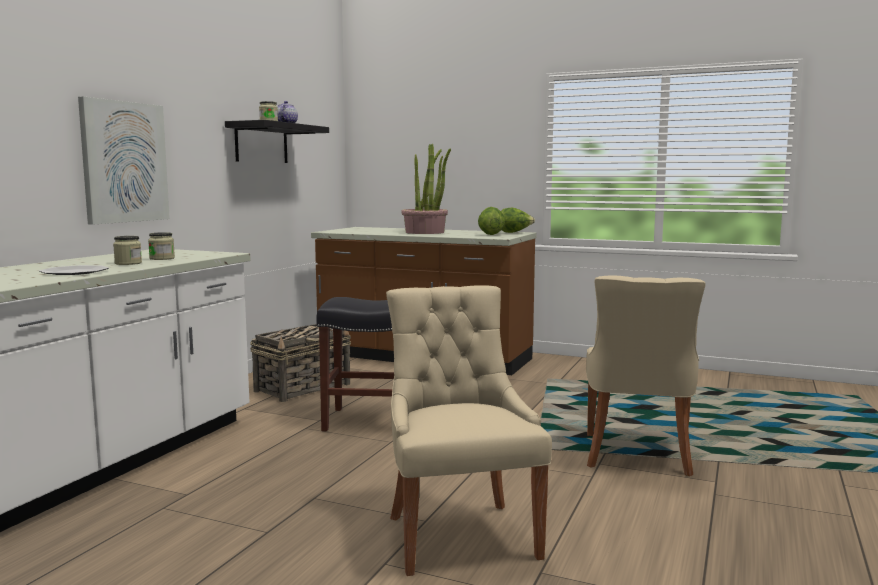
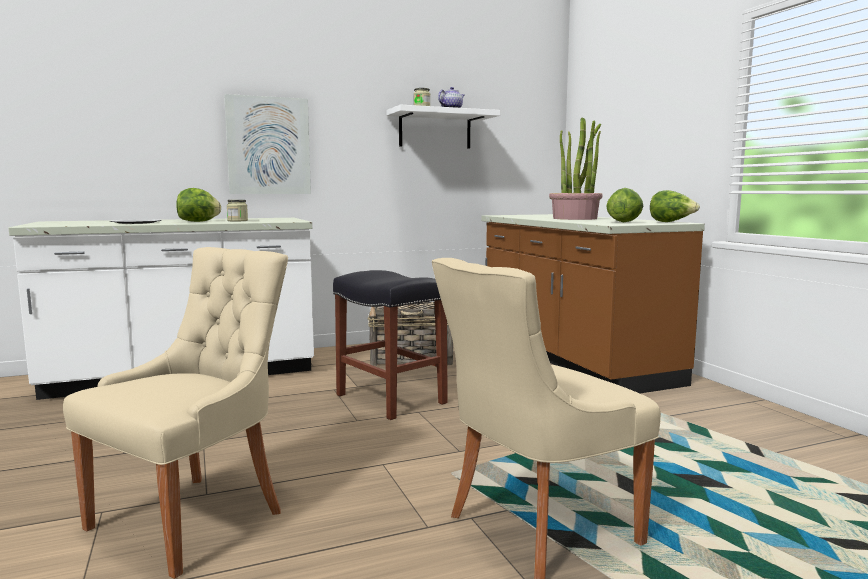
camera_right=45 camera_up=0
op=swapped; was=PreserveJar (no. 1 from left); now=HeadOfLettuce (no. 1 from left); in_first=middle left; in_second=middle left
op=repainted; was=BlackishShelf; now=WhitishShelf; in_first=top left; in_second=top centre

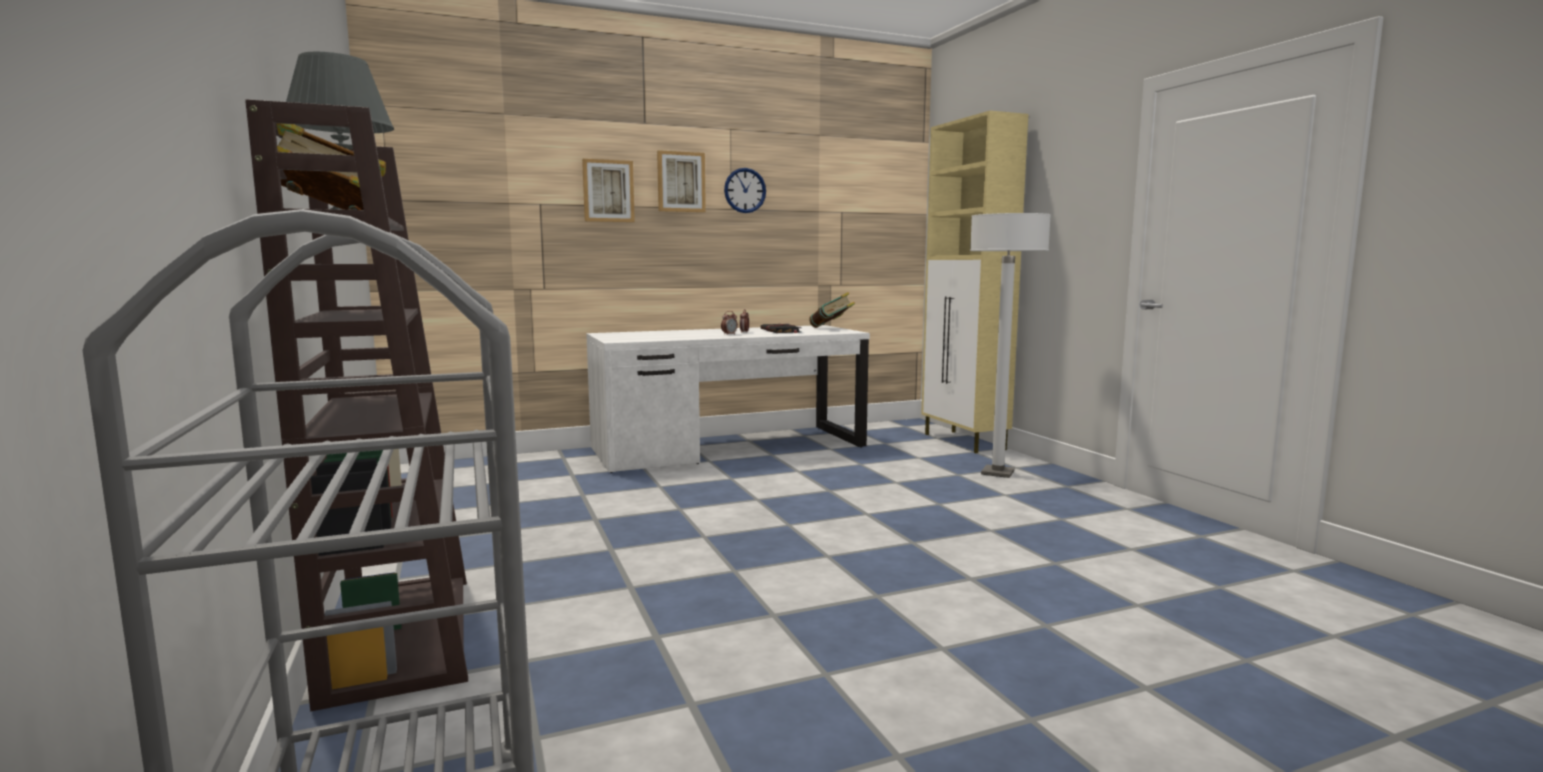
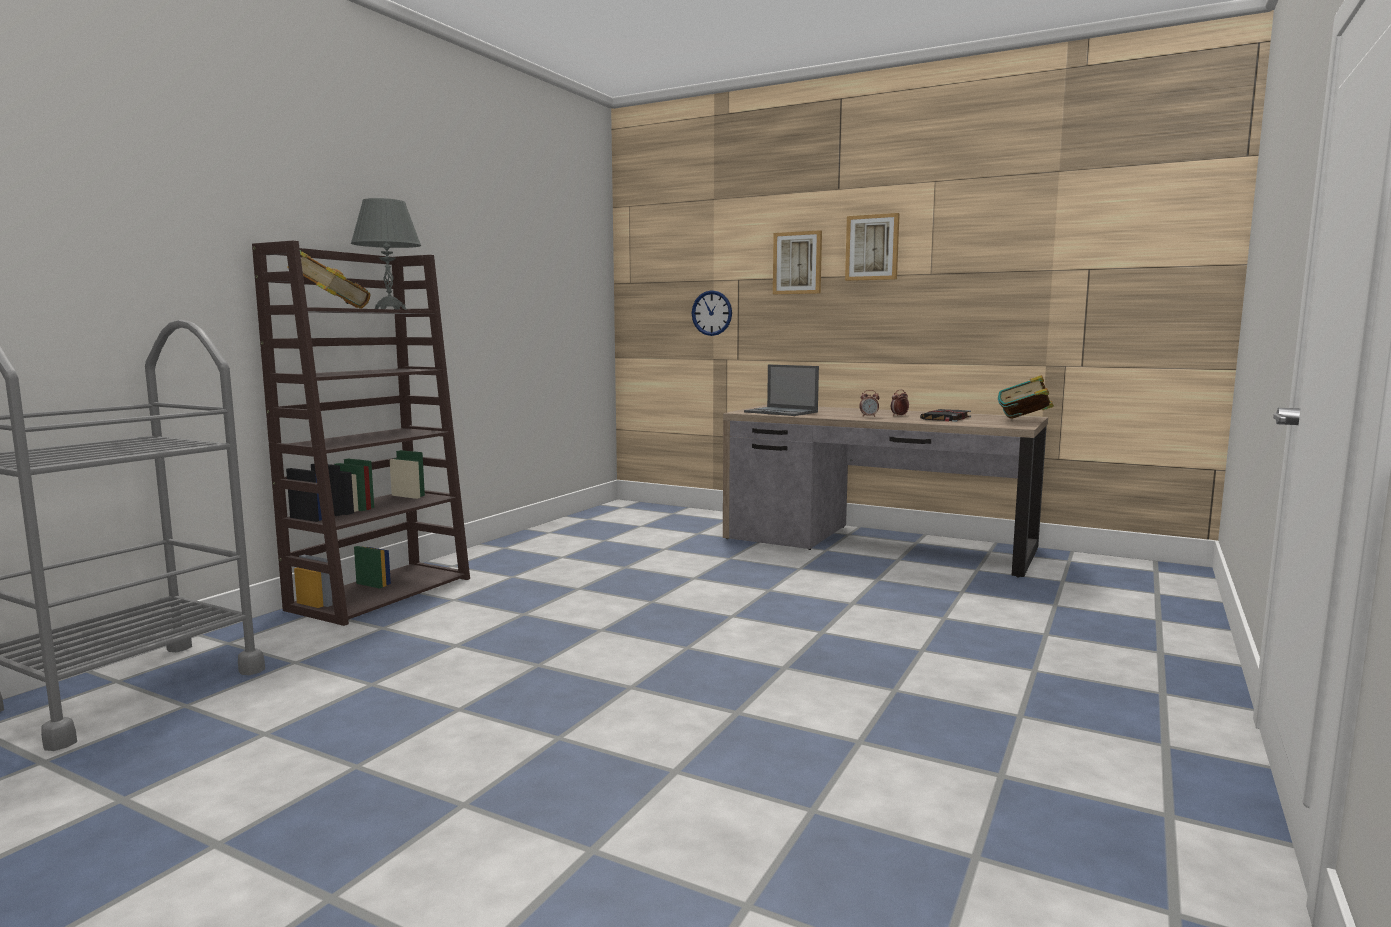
camera_right=50 camera_up=0
op=shifted; was=ClockOnTheWall; in_first=top centre; in_second=centre
op=repainted; was=WhitishDesk; now=BrownDesk; in_first=centre; in_second=centre
op=new; now=Laptop; in_second=centre
op=gone; was=BeigeColouredCabinet; in_first=centre
op=gone; was=WhitishStandardLamp; in_first=centre

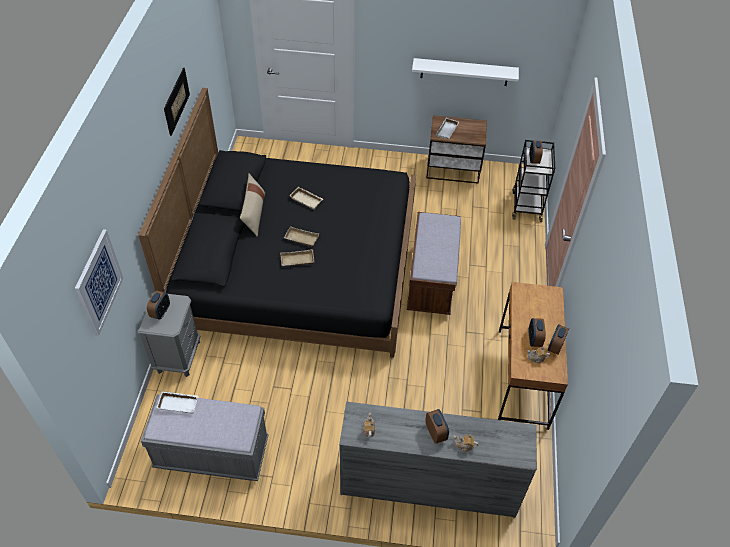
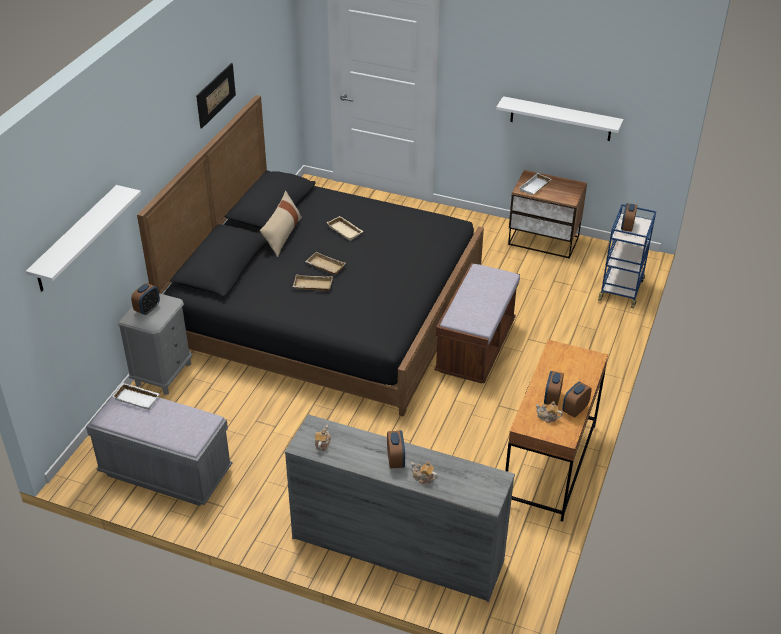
camera_right=15 camera_up=-10
op=swapped; was=Picture (no. 1 from left); now=WhitishShelf (no. 1 from left); in_first=middle left; in_second=middle left
op=repainted; was=BlackishWheeledCart; now=BluishWheeledCart; in_first=top right; in_second=middle right

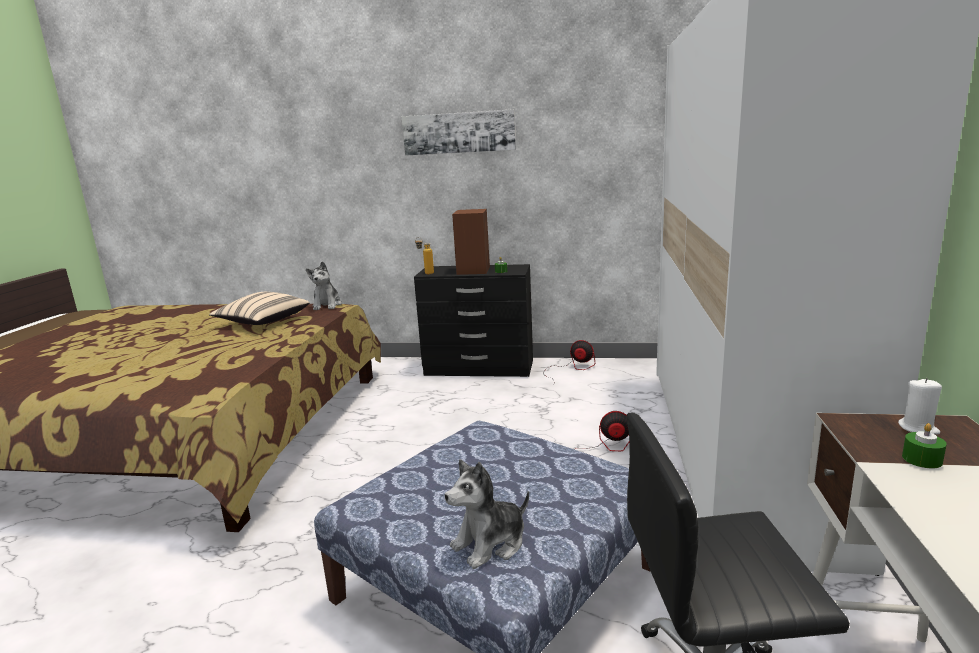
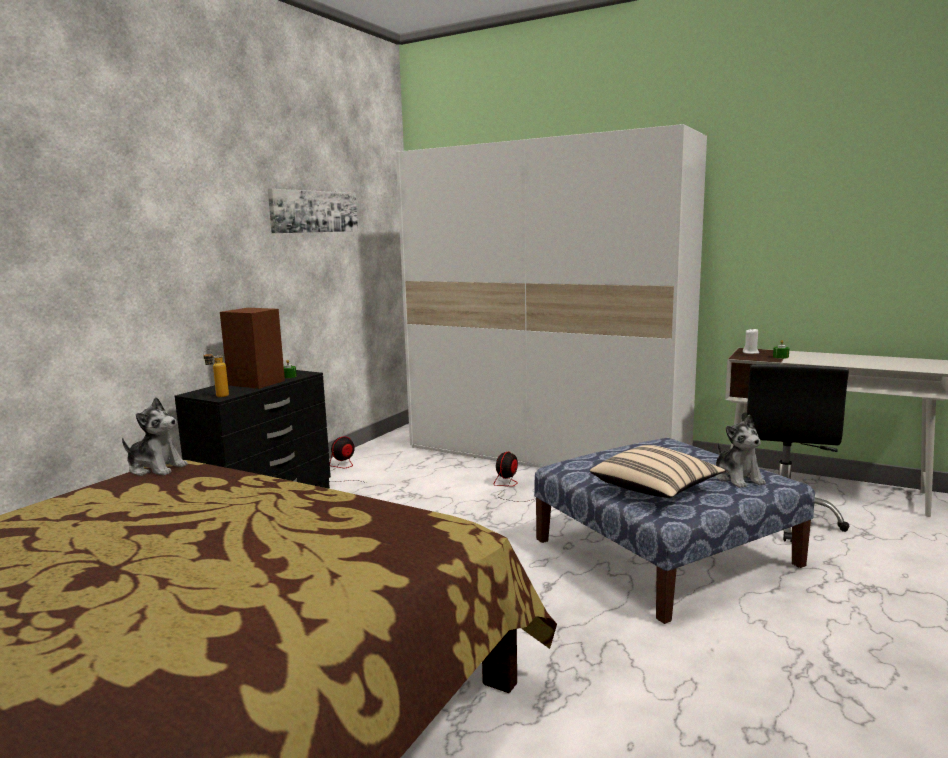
camera_right=-70 camera_up=-5
op=shifted; was=Picture; in_first=top centre; in_second=top left
op=shifted; was=BeigeColouredThrowPillow; in_first=middle left; in_second=middle right

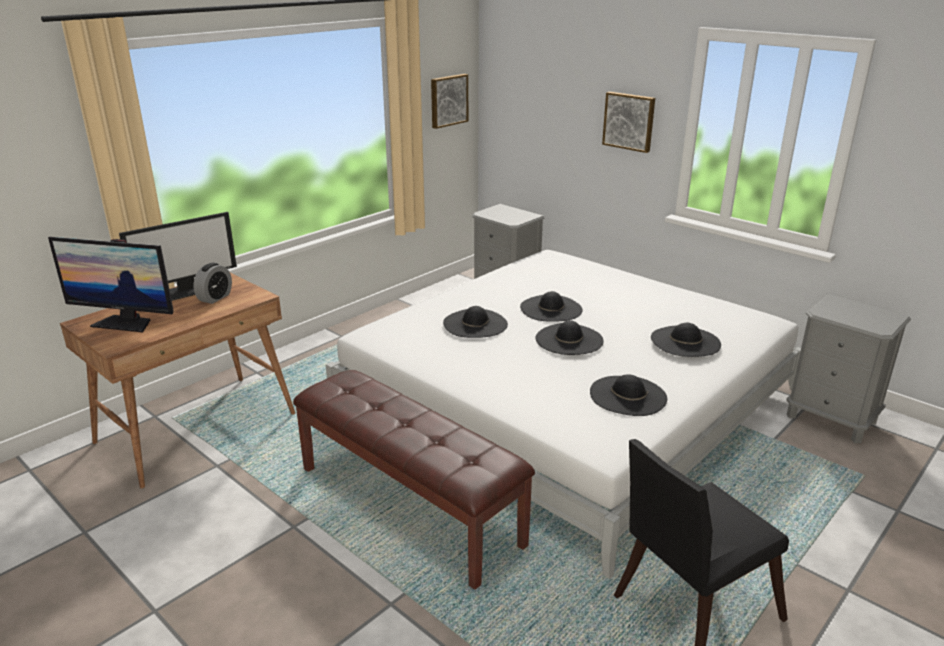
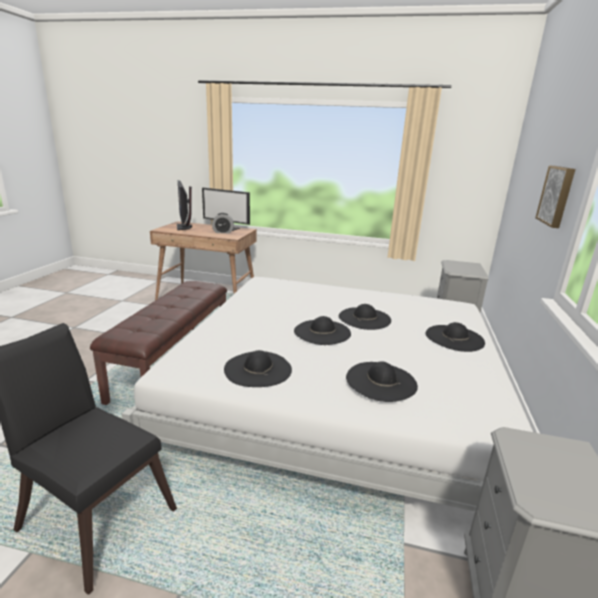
camera_right=60 camera_up=-5
op=shifted; was=BlackishClothingHat (no. 1 from left in the first image); now=BlackishClothingHat (no. 5 from left); in_first=centre; in_second=middle right
op=gone; was=Picture (no. 1 from left); in_first=top centre

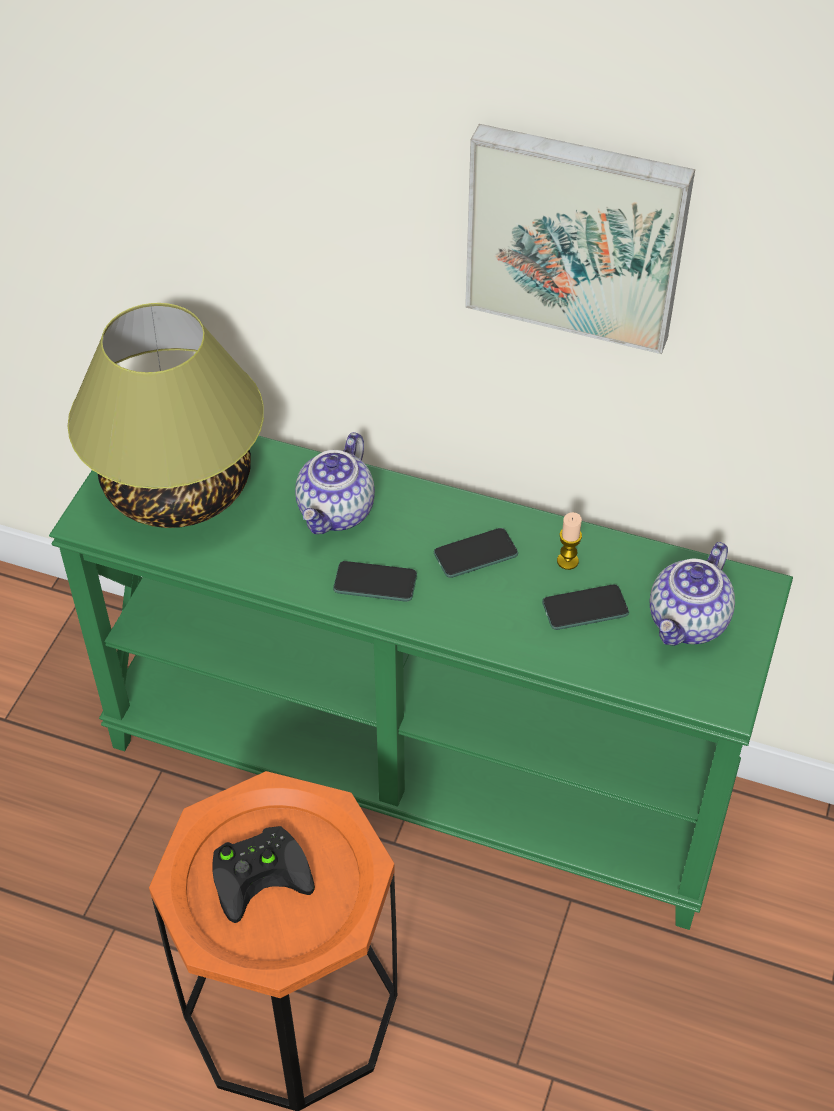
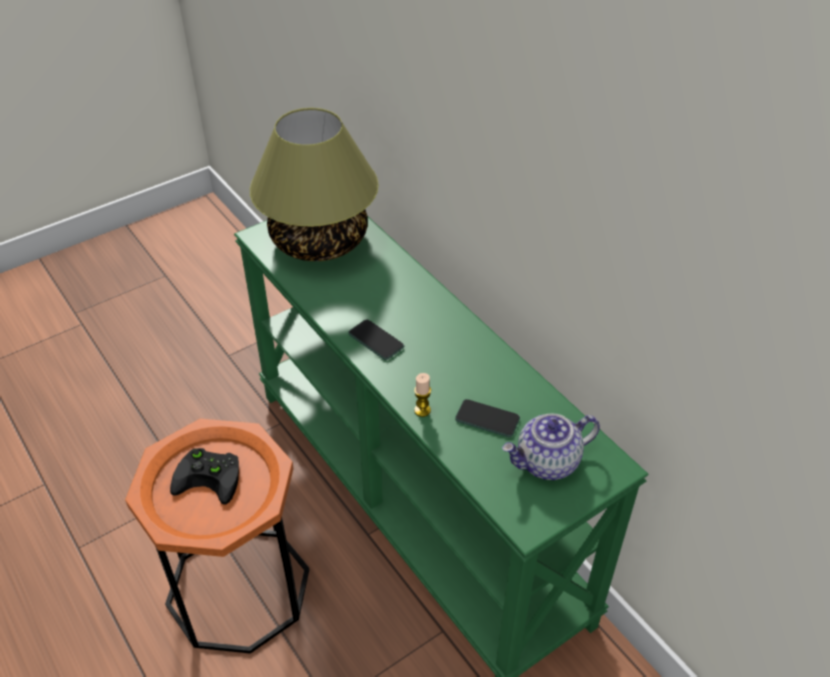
camera_right=35 camera_up=-5
op=shifted; was=Candle; in_first=middle right; in_second=centre
op=gone; was=PotForTea (no. 1 from left); in_first=centre
op=gone; was=Telephone (no. 2 from left); in_first=centre
op=gone; was=Picture; in_first=top right

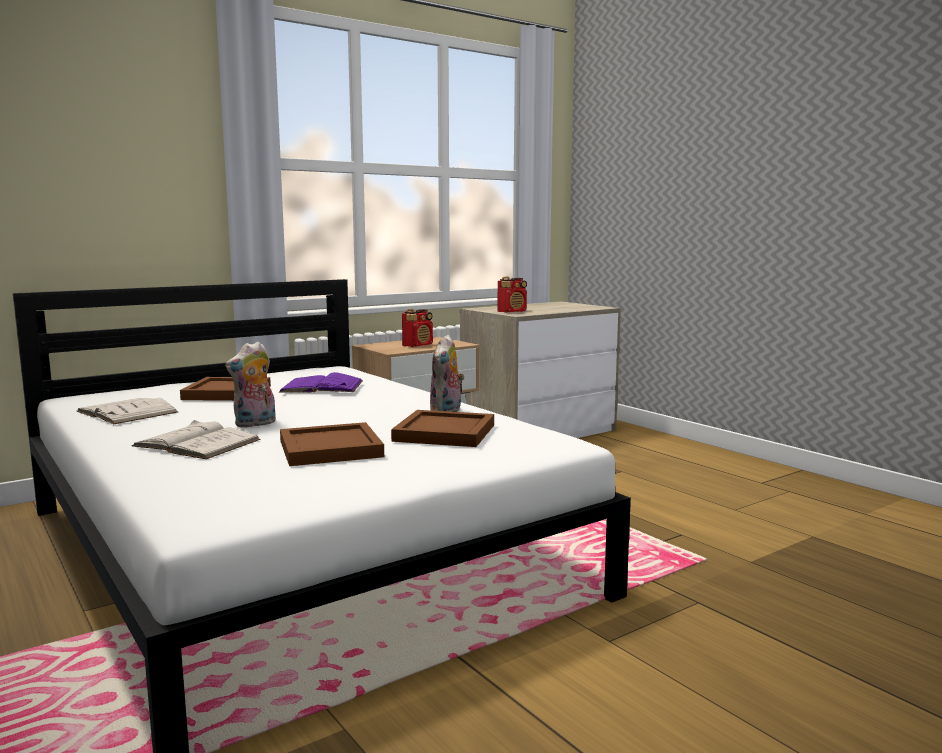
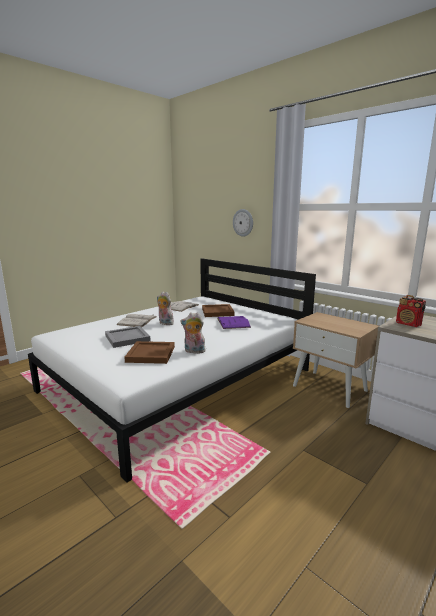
camera_right=80 camera_up=5
op=repainted; was=BrownServingTray (no. 2 from left); now=GreyishServingTray; in_first=centre; in_second=middle left
op=new; now=ClockOnTheWall; in_second=centre
op=gone; was=Radio (no. 1 from left); in_first=centre

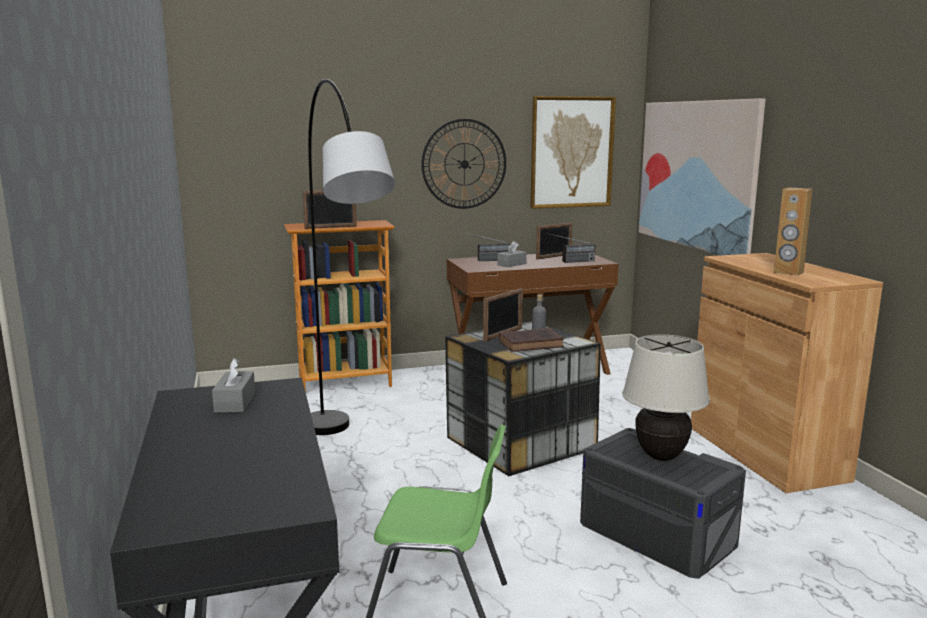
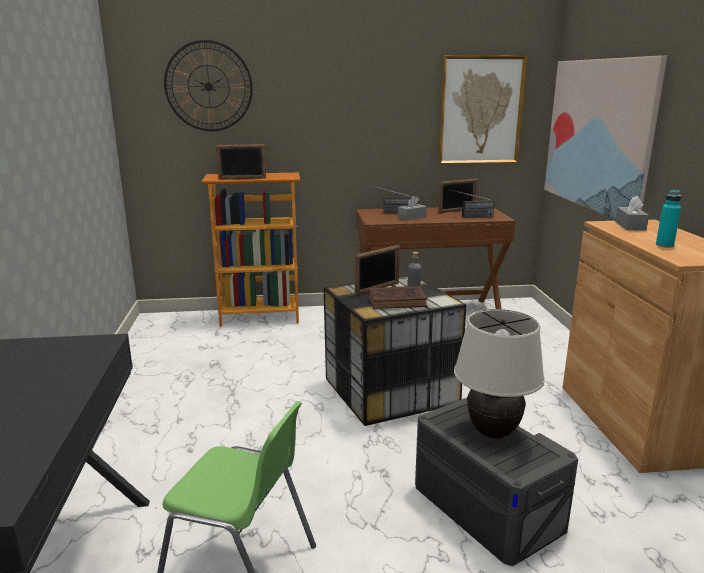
camera_right=10 camera_up=5
op=shifted; was=ClockOnTheWall; in_first=top centre; in_second=top left
op=shifted; was=GreyishBoxOfTissues (no. 1 from left in the first image); now=GreyishBoxOfTissues (no. 2 from left); in_first=middle left; in_second=middle right
op=swapped; was=BrownAudioSpeaker; now=TurquoiseDrinkBottle; in_first=middle right; in_second=middle right
op=gone; was=GreyishStandardLamp; in_first=centre

